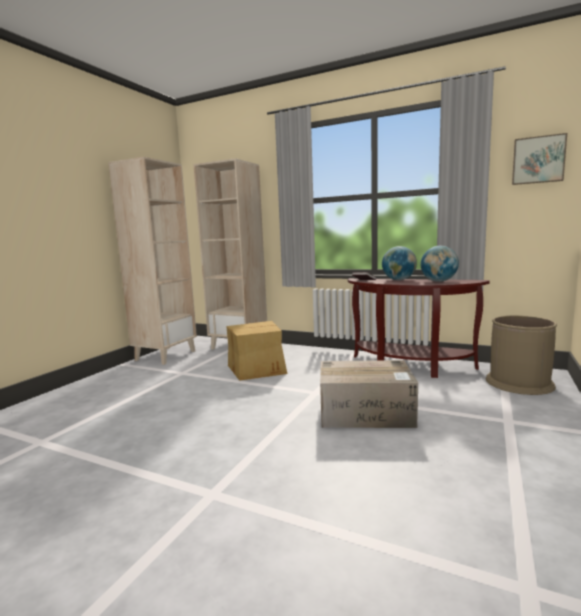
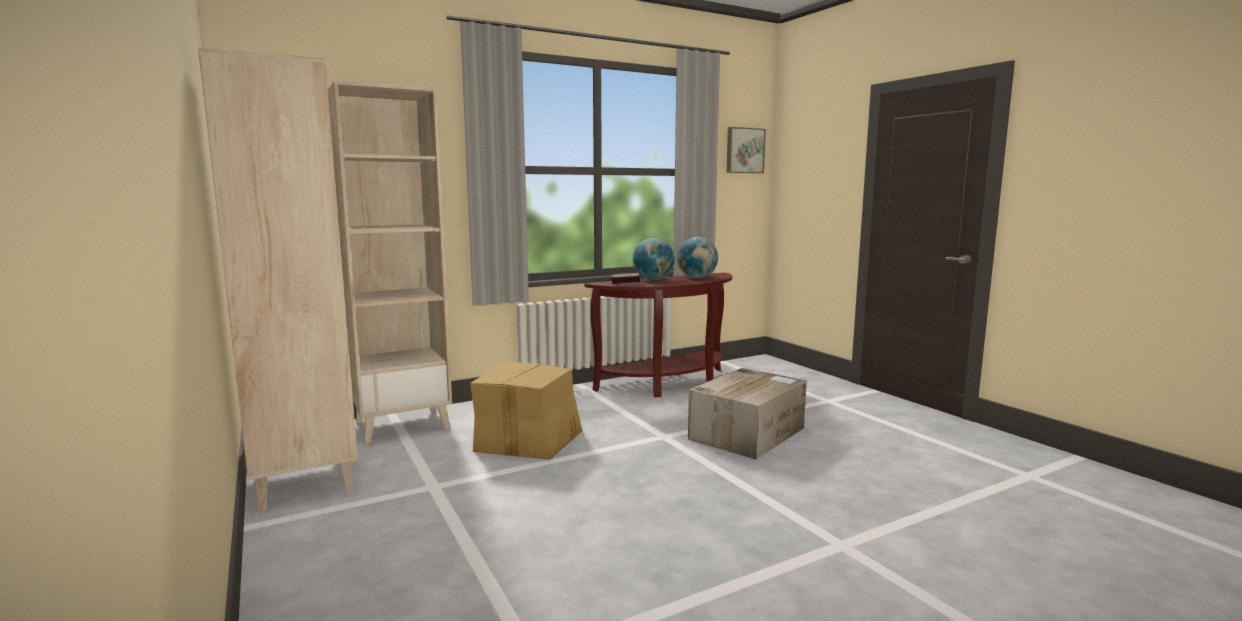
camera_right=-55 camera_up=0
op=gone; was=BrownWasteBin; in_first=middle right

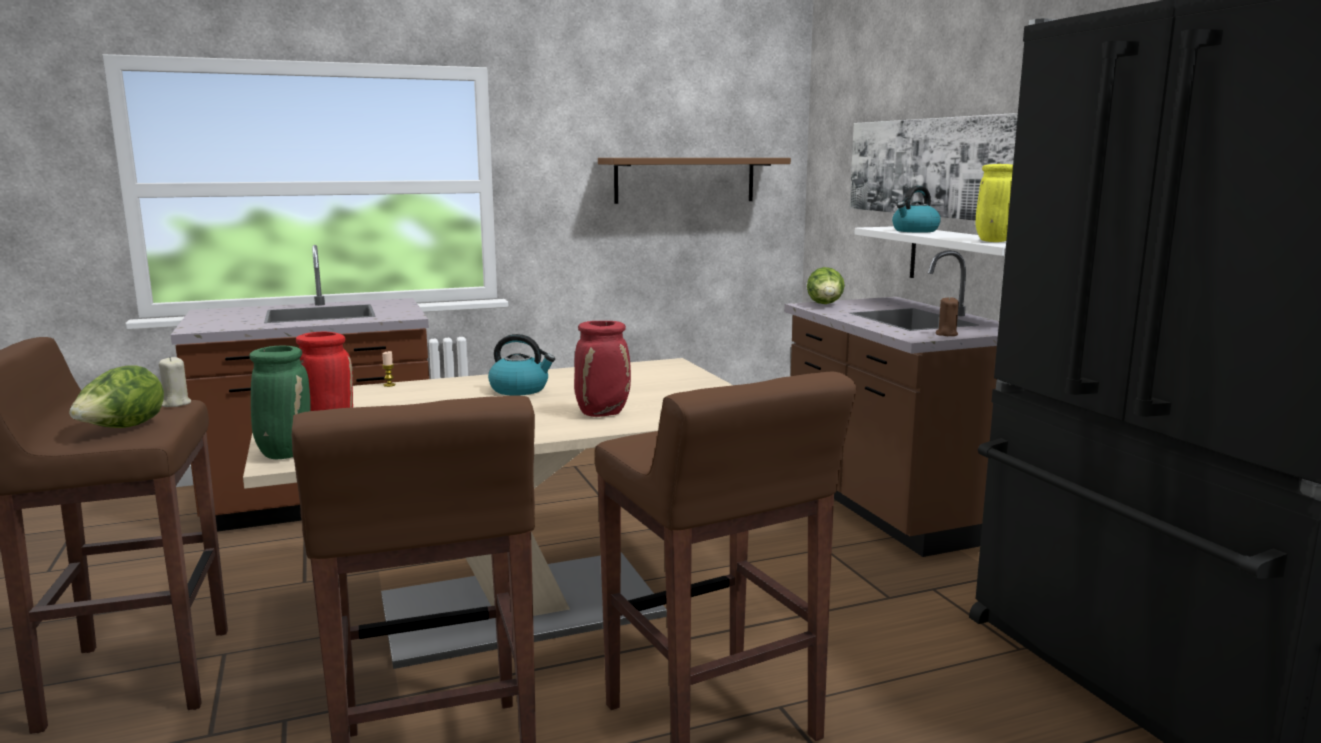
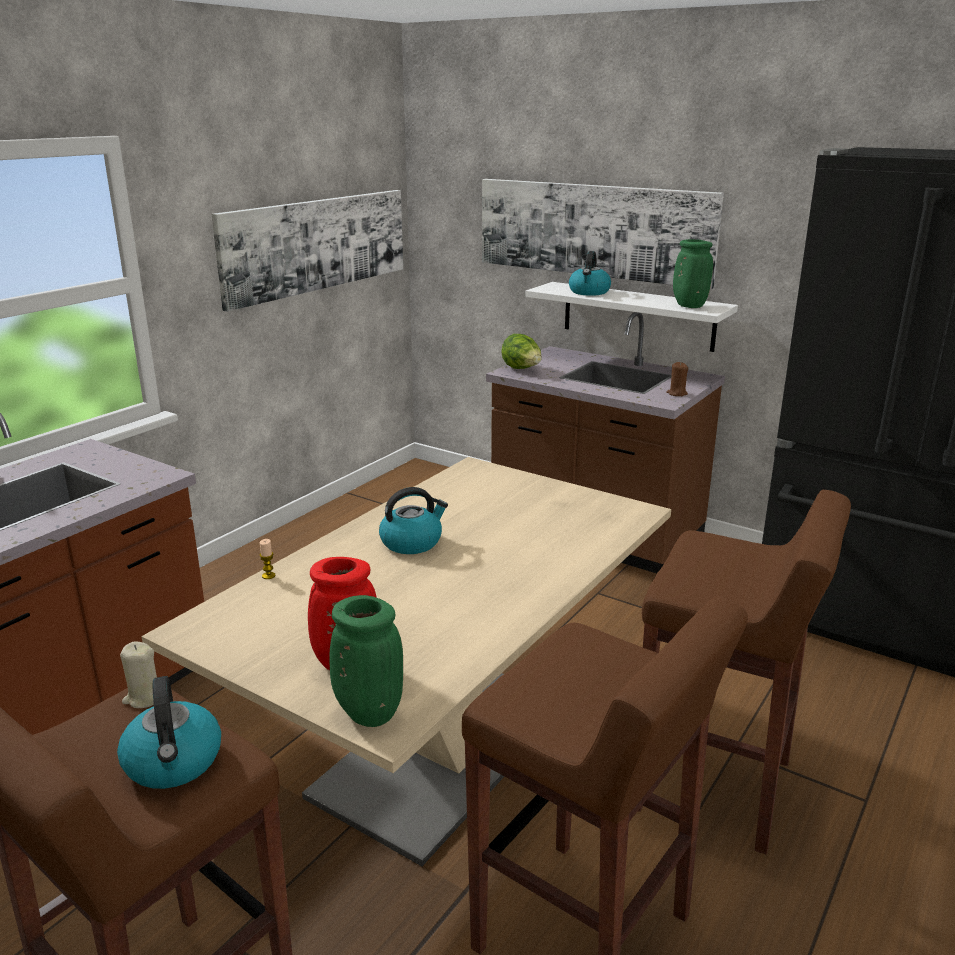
camera_right=-35 camera_up=10
op=swapped; was=HeadOfLettuce (no. 1 from left); now=TeaKettle (no. 1 from left); in_first=middle left; in_second=bottom left
op=swapped; was=BrownShelf; now=Picture (no. 1 from left); in_first=top centre; in_second=top left
op=repainted; was=YellowDecorativeVase; now=GreenColouredDecorativeVase (no. 2 from left); in_first=top right; in_second=top right
op=gone; was=ReddishDecorativeVase (no. 2 from left); in_first=centre

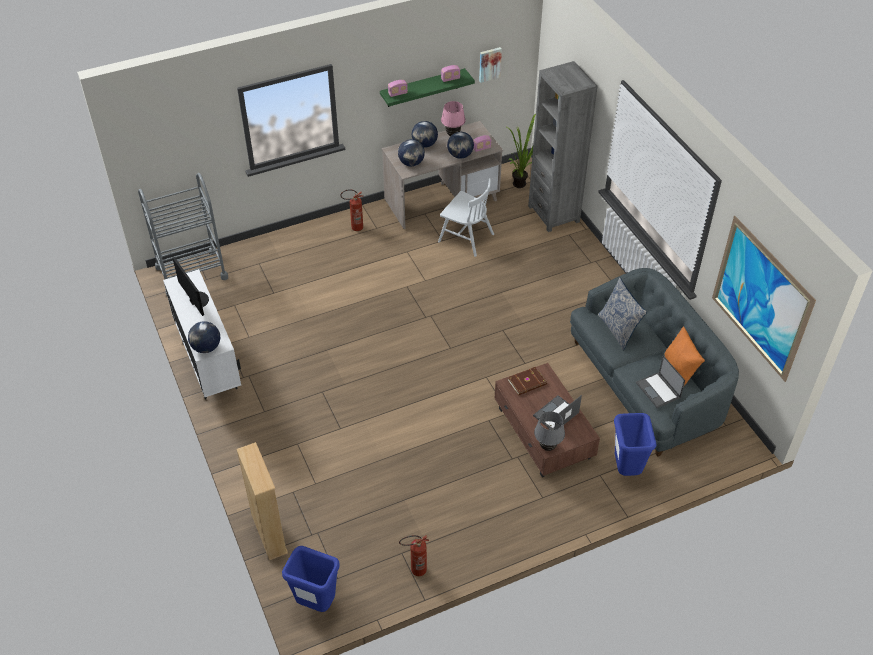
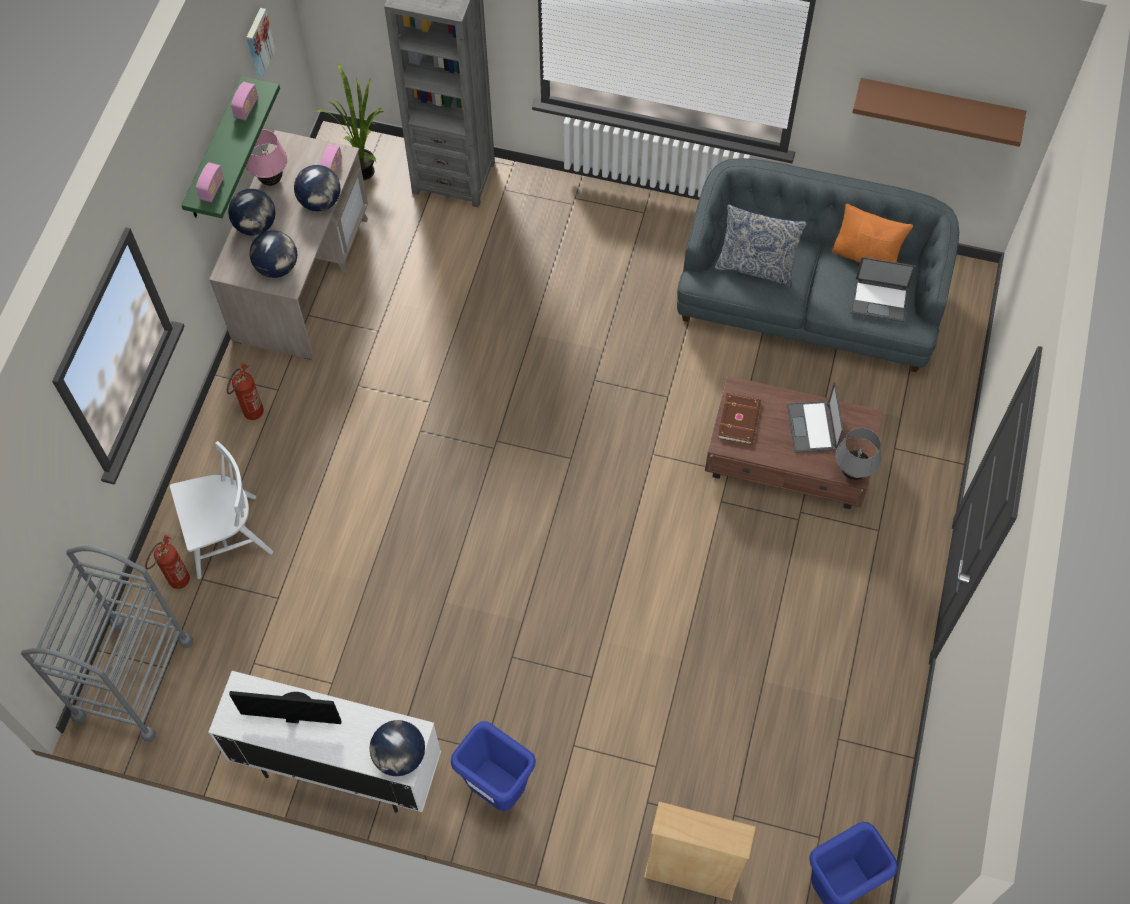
camera_right=-50 camera_up=15
op=shifted; was=Extinguisher (no. 2 from left in the first image); now=Extinguisher (no. 1 from left); in_first=bottom centre; in_second=middle left
op=shifted; was=WhitishUprightChair; in_first=top centre; in_second=middle left
op=shifted; was=BluishWasteBin (no. 2 from left in the first image); now=BluishWasteBin (no. 1 from left); in_first=bottom right; in_second=bottom centre
op=swapped; was=Picture (no. 2 from left); now=BrownShelf; in_first=middle right; in_second=top right

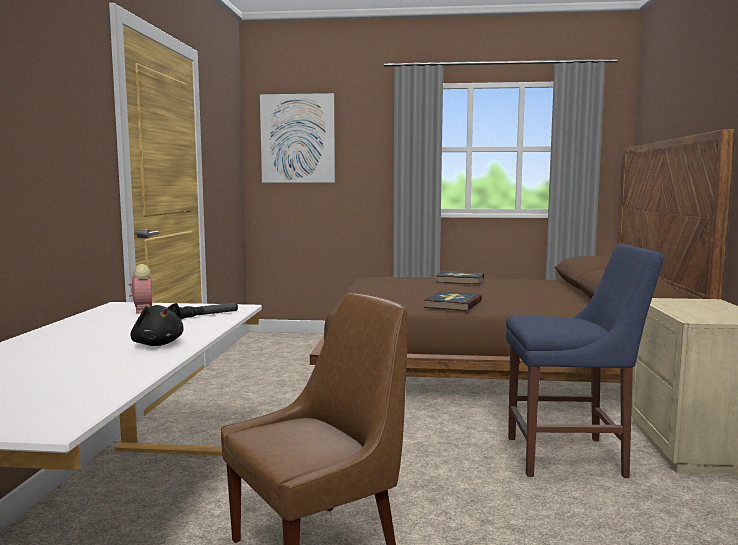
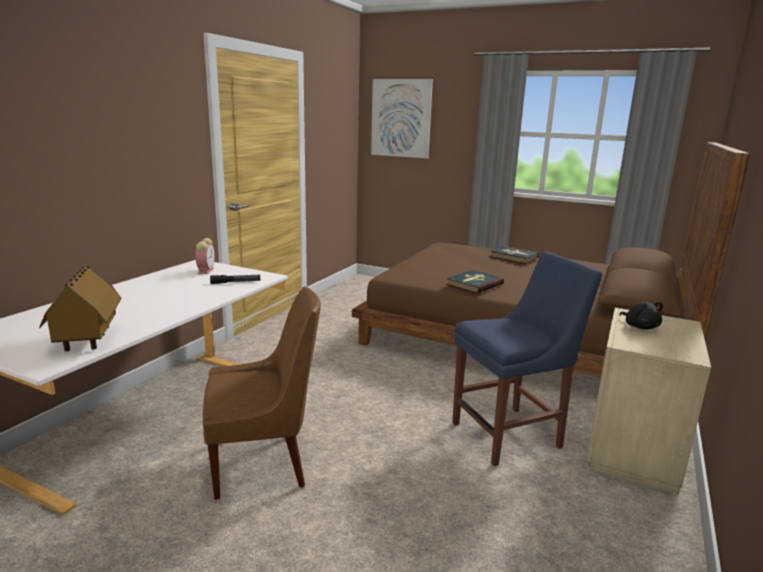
camera_right=20 camera_up=10
op=new; now=ToyHouse; in_second=middle left
op=rotated; was=BluishUprightChair; in_first=middle right; in_second=middle right; clockwise=-45
op=shifted; was=BlackishSoftToy; in_first=middle left; in_second=middle right

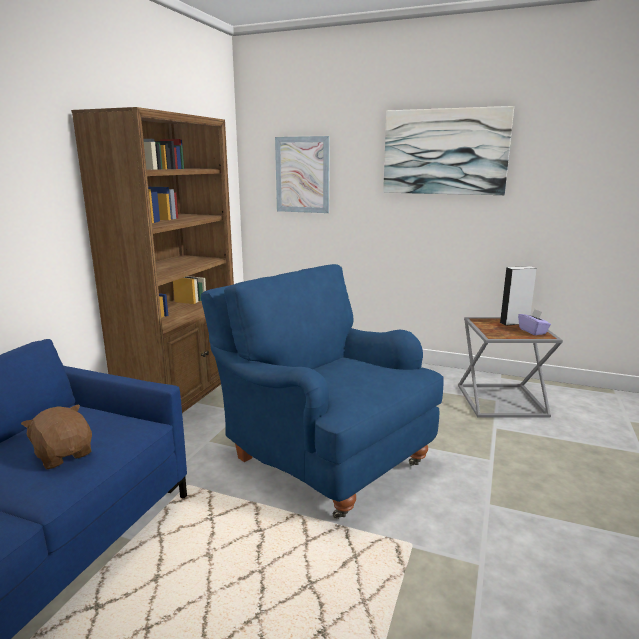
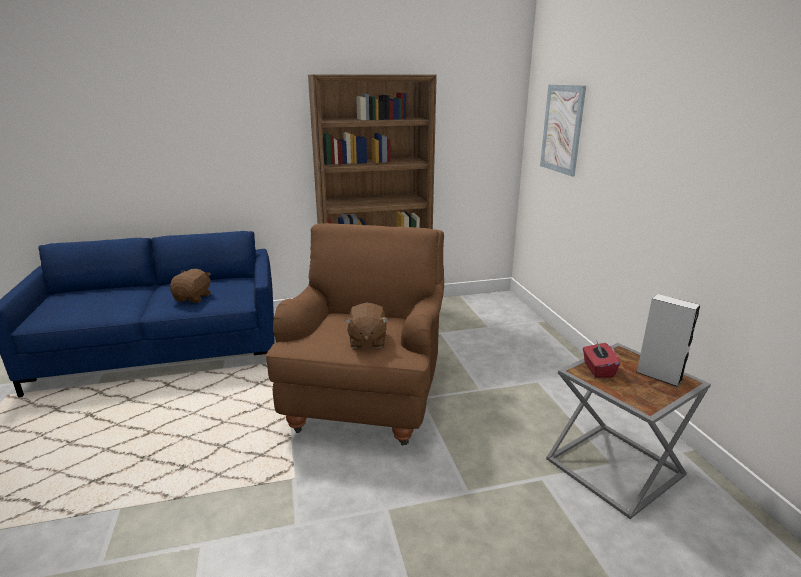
camera_right=55 camera_up=5
op=repainted; was=BluishLoungeChair; now=BrownLoungeChair; in_first=centre; in_second=centre
op=new; now=BrownSoftToy (no. 2 from left); in_second=centre
op=new; now=ReddishBoxOfTissues; in_second=middle right
op=gone; was=Picture (no. 2 from left); in_first=top right
op=gone; was=PurpleColouredBoxOfTissues; in_first=middle right

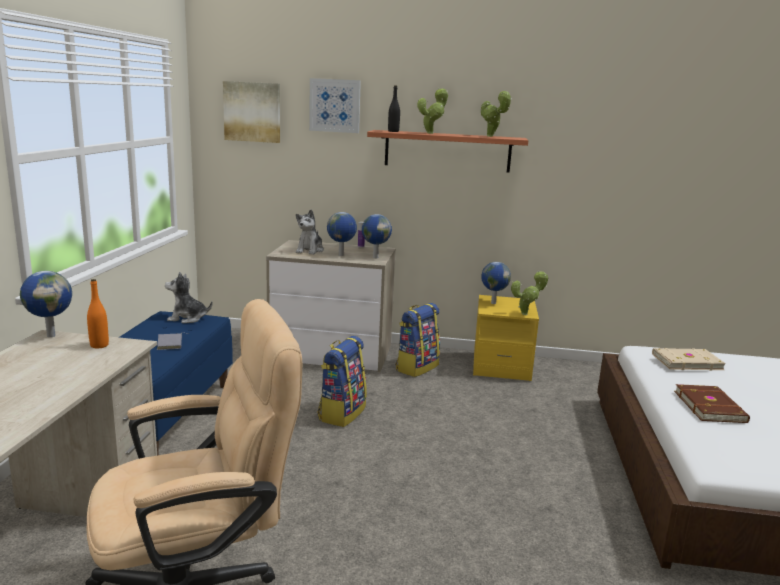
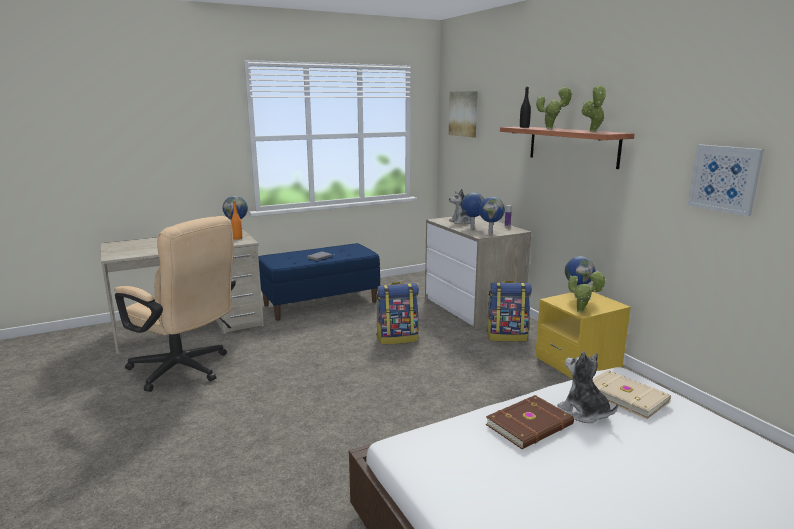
camera_right=55 camera_up=0
op=shifted; was=SoftToy (no. 1 from left in the first image); now=SoftToy (no. 2 from left); in_first=middle left; in_second=bottom right
op=shifted; was=Picture (no. 2 from left); in_first=top centre; in_second=middle right

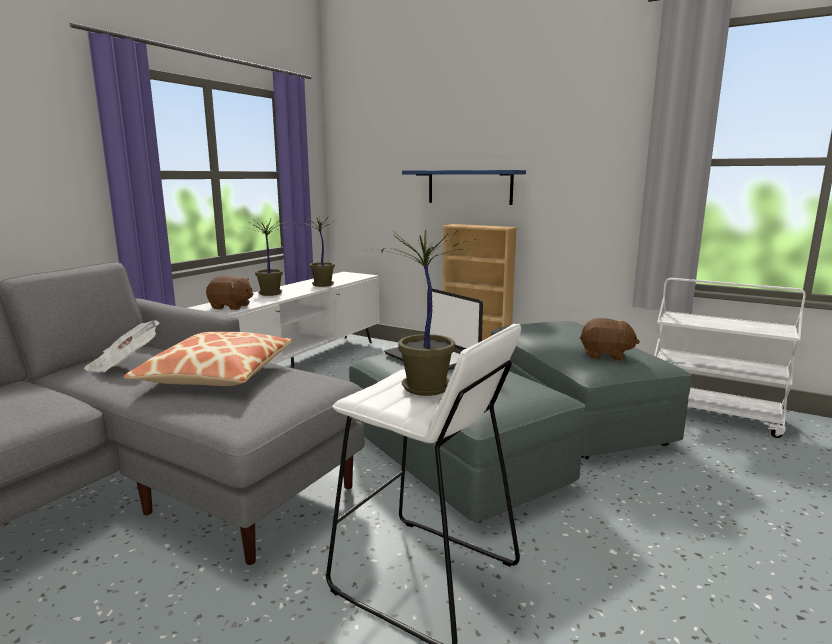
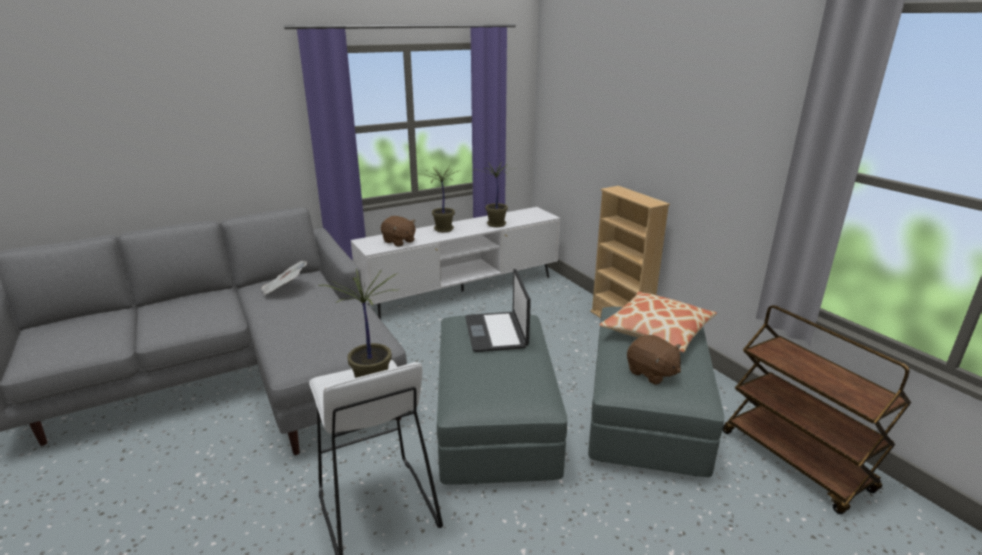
camera_right=30 camera_up=10
op=shifted; was=ThrowPillow; in_first=middle left; in_second=middle right
op=repainted; was=WhitishWheeledCart; now=BrownWheeledCart; in_first=middle right; in_second=bottom right
op=gone; was=BluishShelf; in_first=top centre

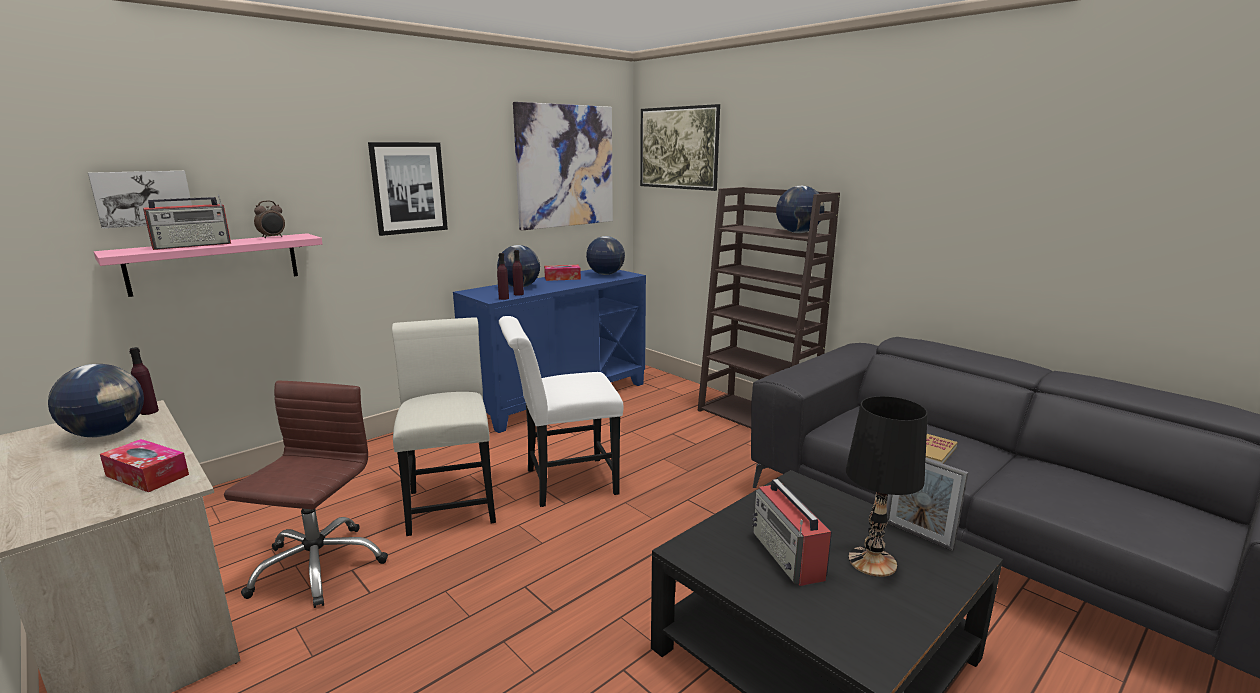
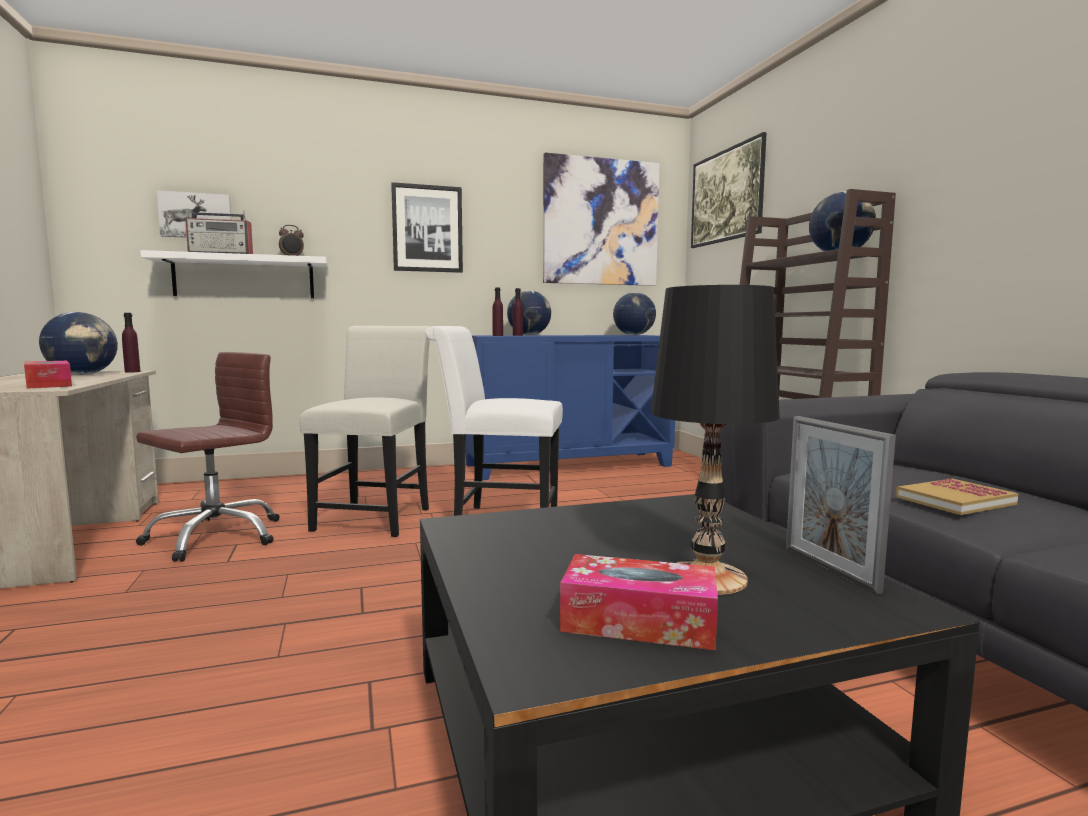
camera_right=25 camera_up=-10
op=repainted; was=PinkishShelf; now=WhitishShelf; in_first=middle left; in_second=middle left
op=shifted; was=BoxOfTissues (no. 2 from left); in_first=centre; in_second=bottom centre
op=gone; was=Radio (no. 2 from left); in_first=bottom centre

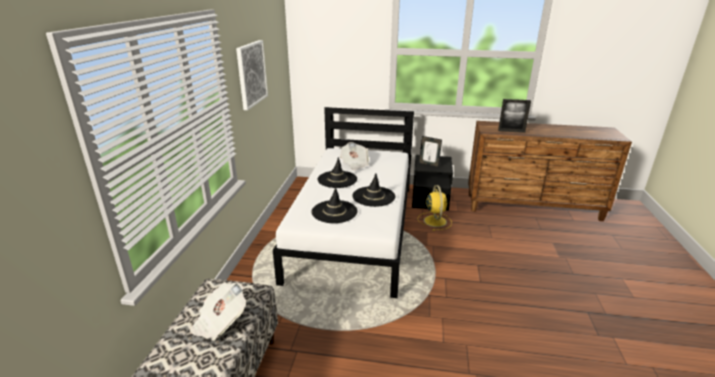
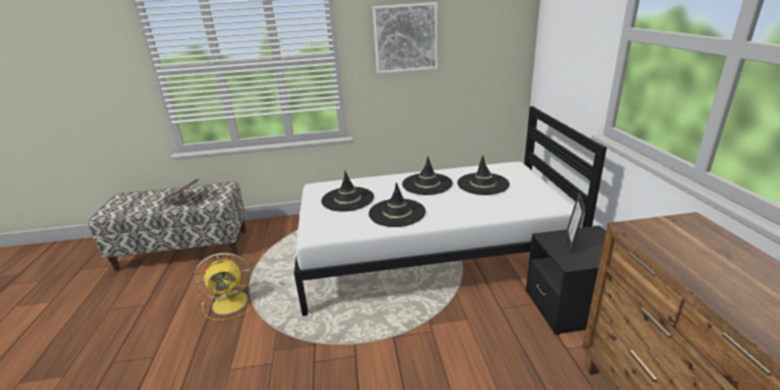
camera_right=75 camera_up=0
op=shifted; was=YellowCoolingFan; in_first=centre; in_second=bottom left
op=swapped; was=Newspaper (no. 2 from left); now=BlackishClothingHat (no. 4 from left); in_first=centre; in_second=centre
op=gone; was=PhotoFrame (no. 2 from left); in_first=top right

